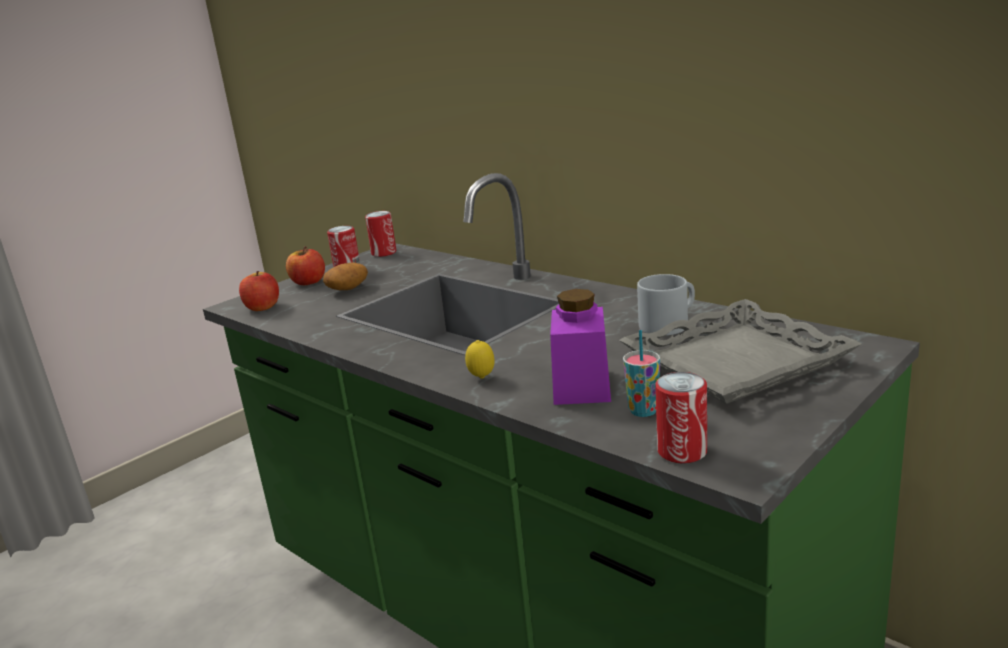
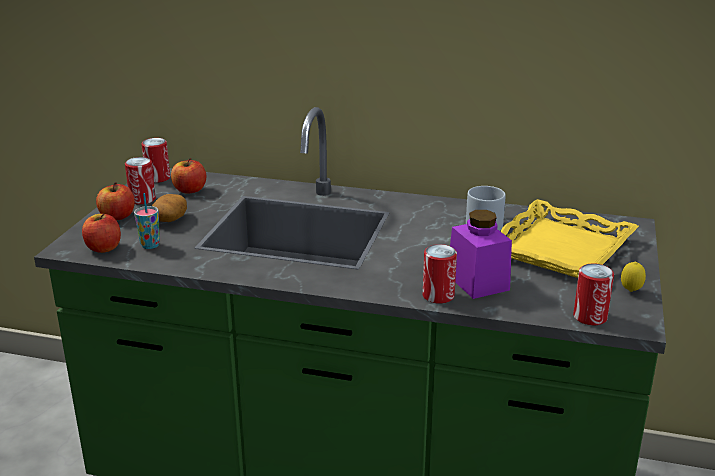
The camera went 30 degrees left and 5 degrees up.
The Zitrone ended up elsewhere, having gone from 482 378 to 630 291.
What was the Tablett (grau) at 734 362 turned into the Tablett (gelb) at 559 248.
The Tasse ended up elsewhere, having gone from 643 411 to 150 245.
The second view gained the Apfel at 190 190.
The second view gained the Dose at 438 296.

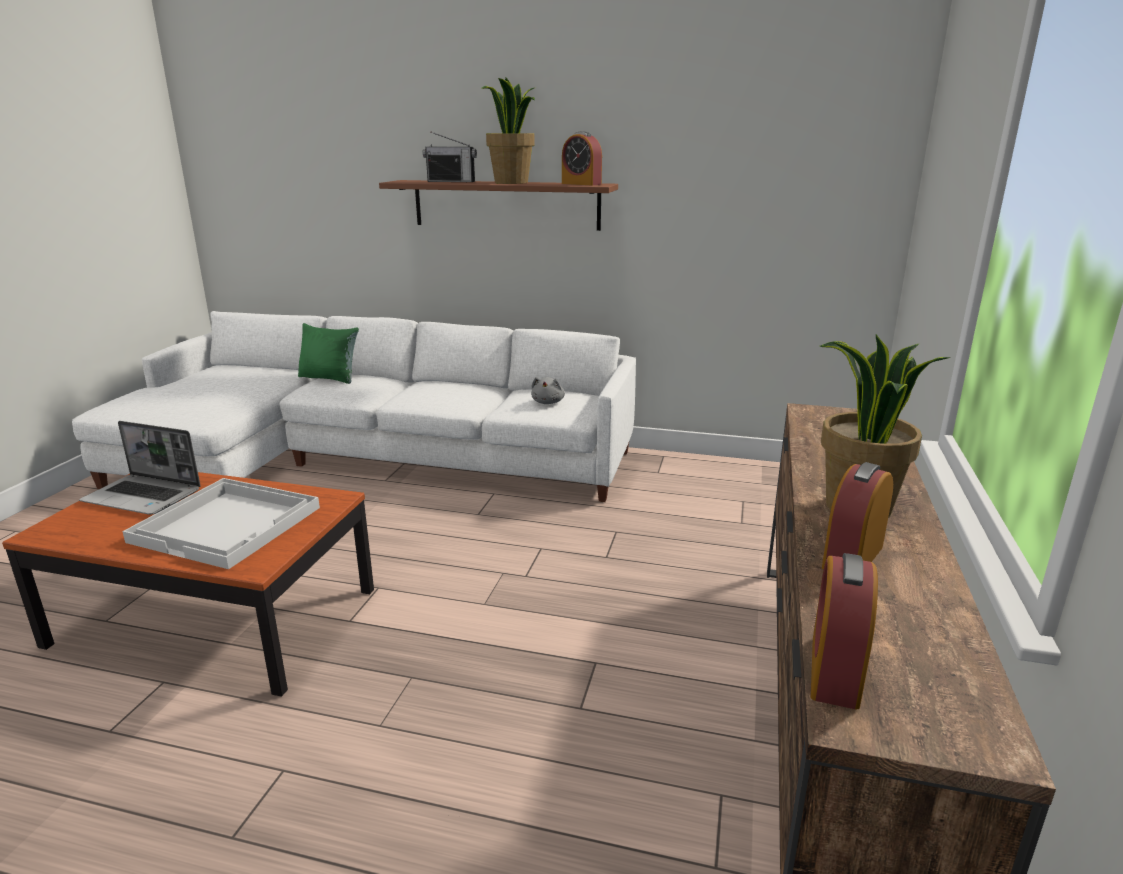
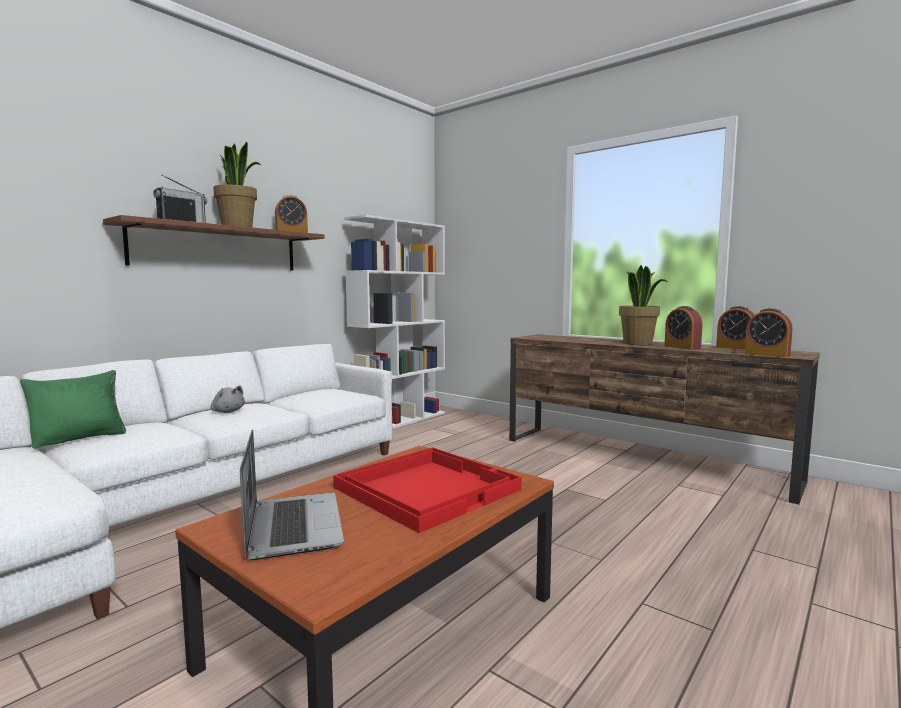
The camera went 65 degrees left and 15 degrees down.
The Laptop at 144 496 ended up facing another way, 60 degrees counterclockwise from before.
What was the Tablett (weiß) at 229 524 turned into the Tablett (rot) at 427 488.
The Plüschtier (grau) ended up elsewhere, having gone from 548 402 to 227 412.
The second view gained the Bücherregal (weiß) at 400 420.
The second view gained the Wecker at 736 348.

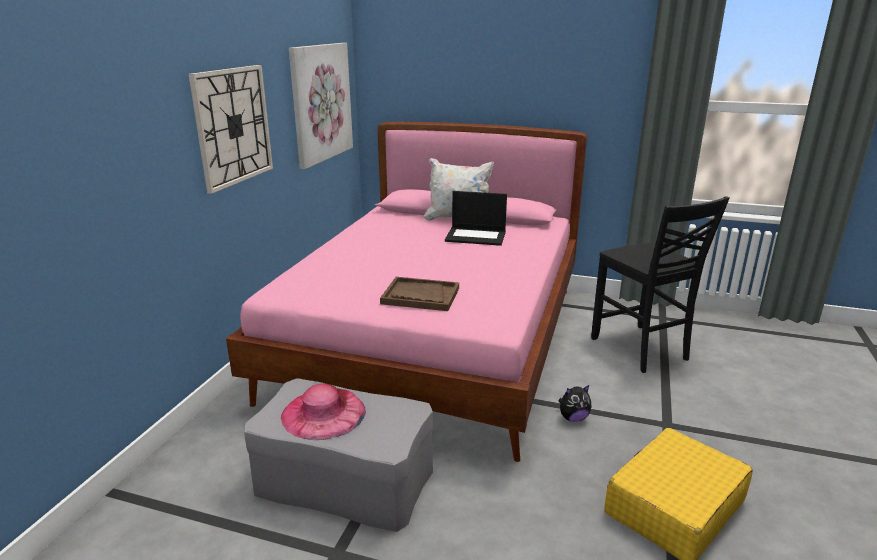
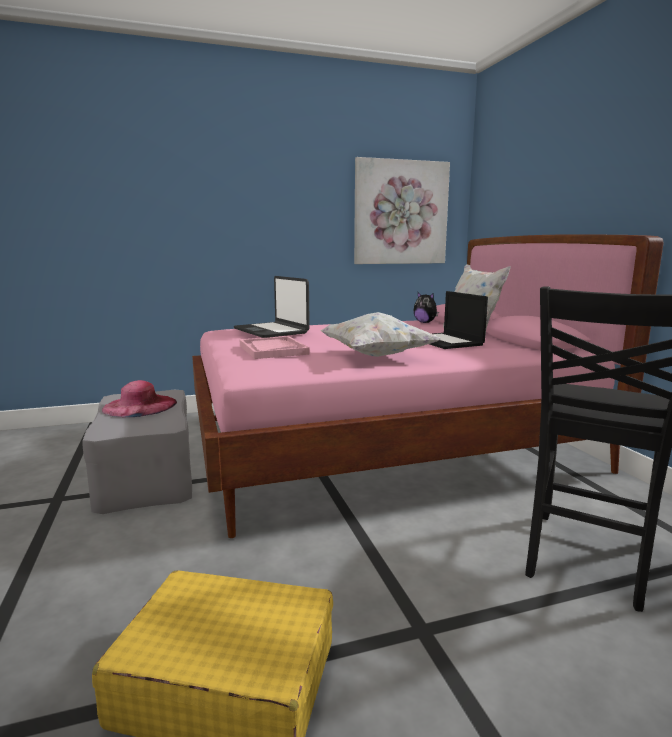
The camera went 55 degrees right and 10 degrees down.
The second view lost the Wanduhr at 233 126.
What was the Tablett (braun) at 420 296 turned into the Tablett (rosa) at 272 350.
The Plüschtier ended up elsewhere, having gone from 573 418 to 425 322.
The second view gained the Laptop at 271 331.
The second view gained the Kissen (weiß) at 375 356.

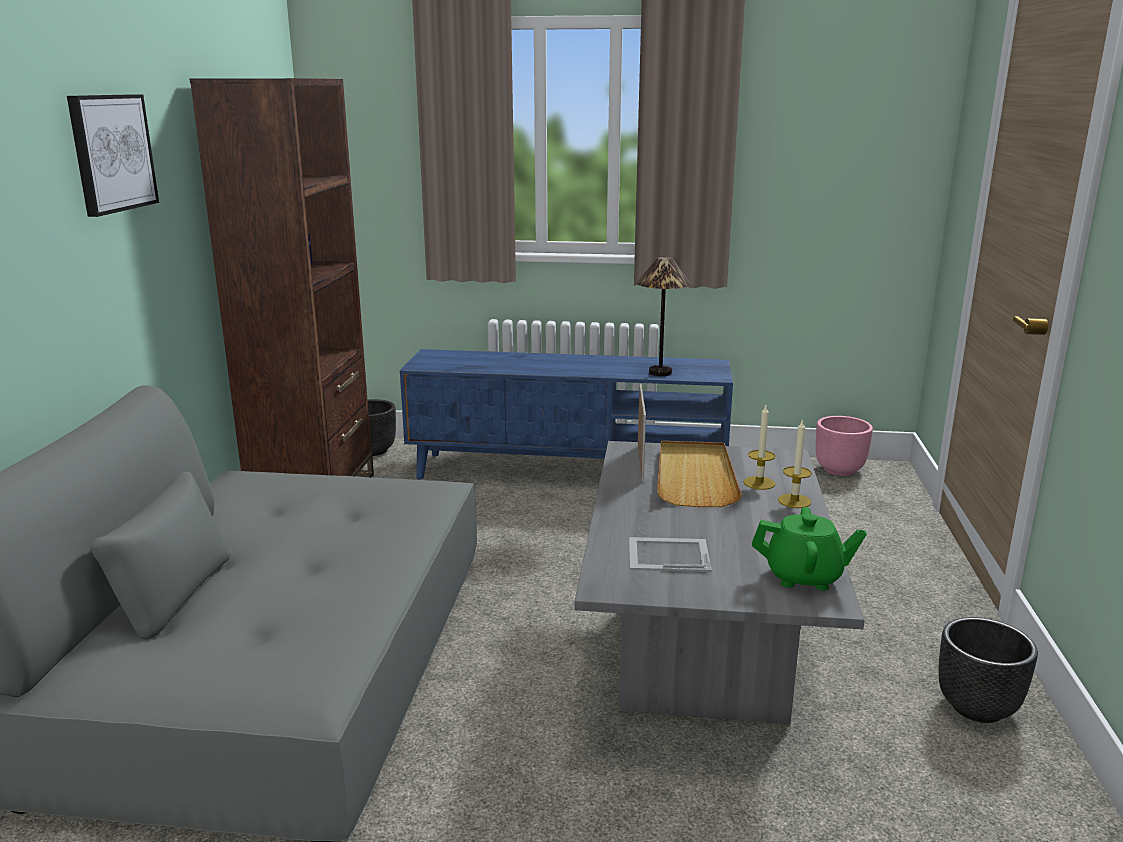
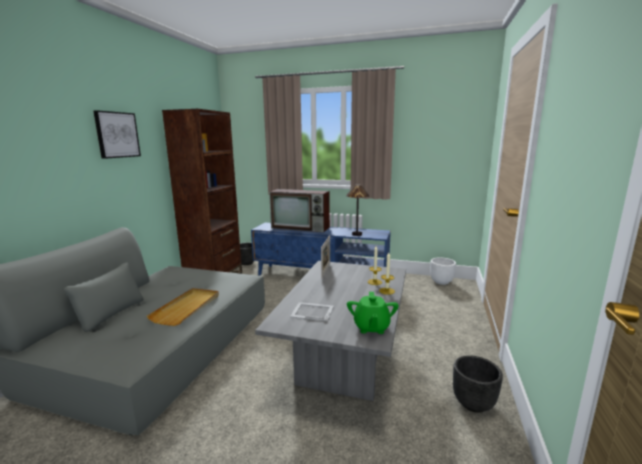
The camera went 10 degrees right and 5 degrees down.
The Tablett (beige) ended up elsewhere, having gone from 695 477 to 187 308.
The Teekanne (grün) at 804 577 ended up facing another way, 75 degrees clockwise from before.
What was the Pflanzkübel (rosa) at 840 470 turned into the Pflanzkübel (weiß) at 441 282.
The second view gained the Fernseher at 301 227.

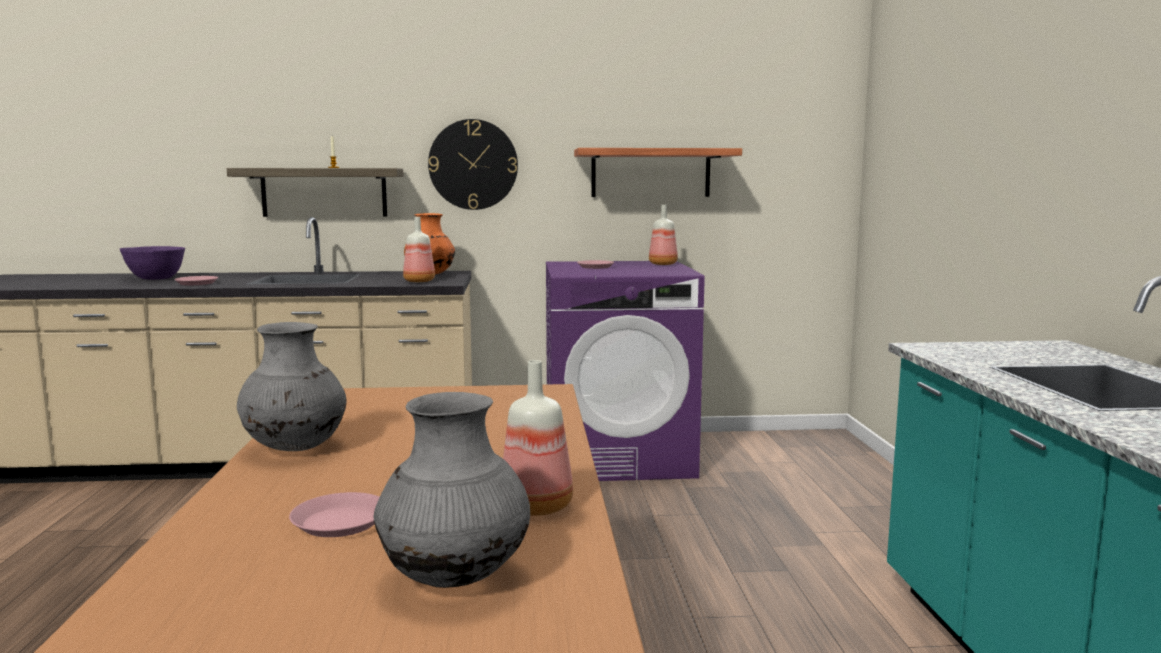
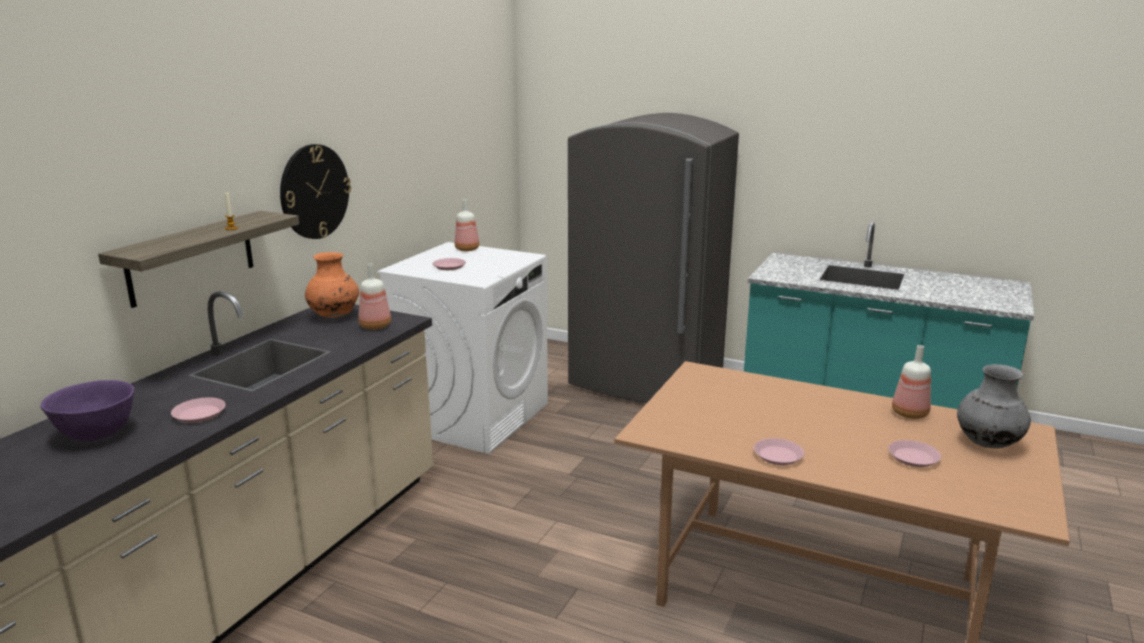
The camera went 60 degrees left and 10 degrees up.
Where the Vase (grau) stood at 295 448, the Teller (rosa) came to stand at 778 455.
What was the Waschmaschine (lila) at 618 457 turned into the Waschmaschine (weiß) at 473 416.
The second view lost the Wandregal at 650 173.
The second view gained the Kühlschrank (grau) at 646 380.

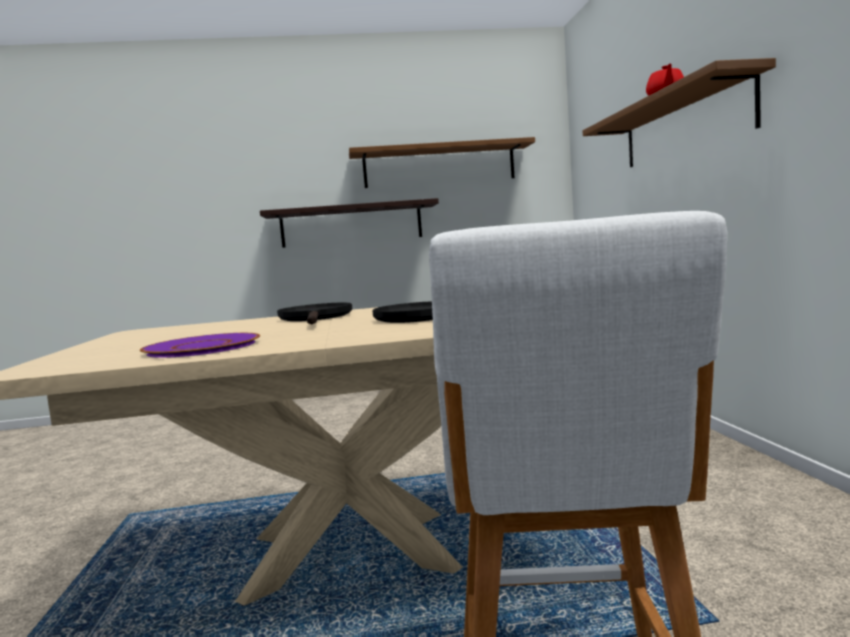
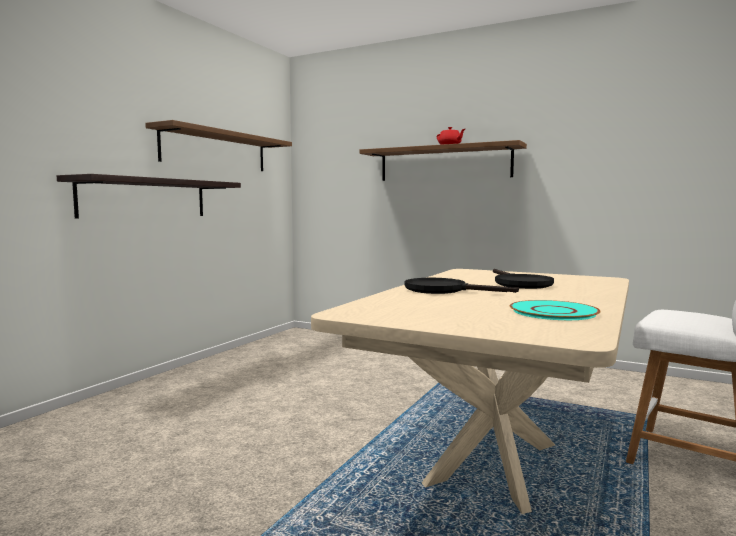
The camera went 55 degrees left and 0 degrees up.
What was the Teller (lila) at 201 347 turned into the Teller (türkis) at 553 312.

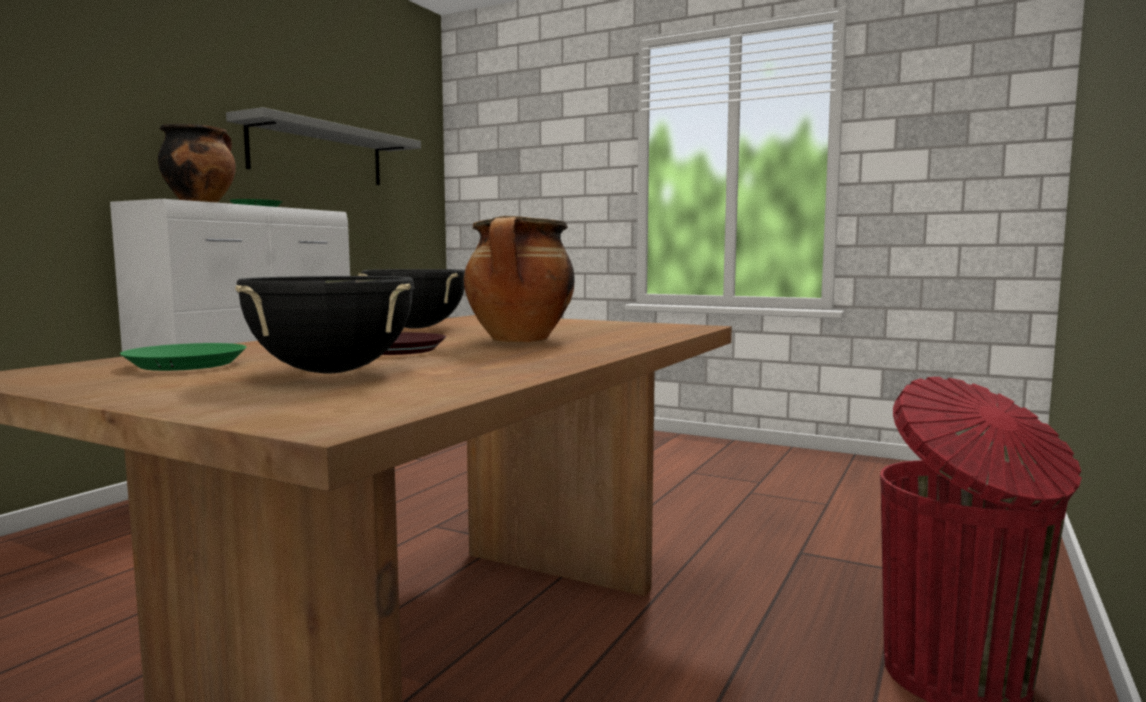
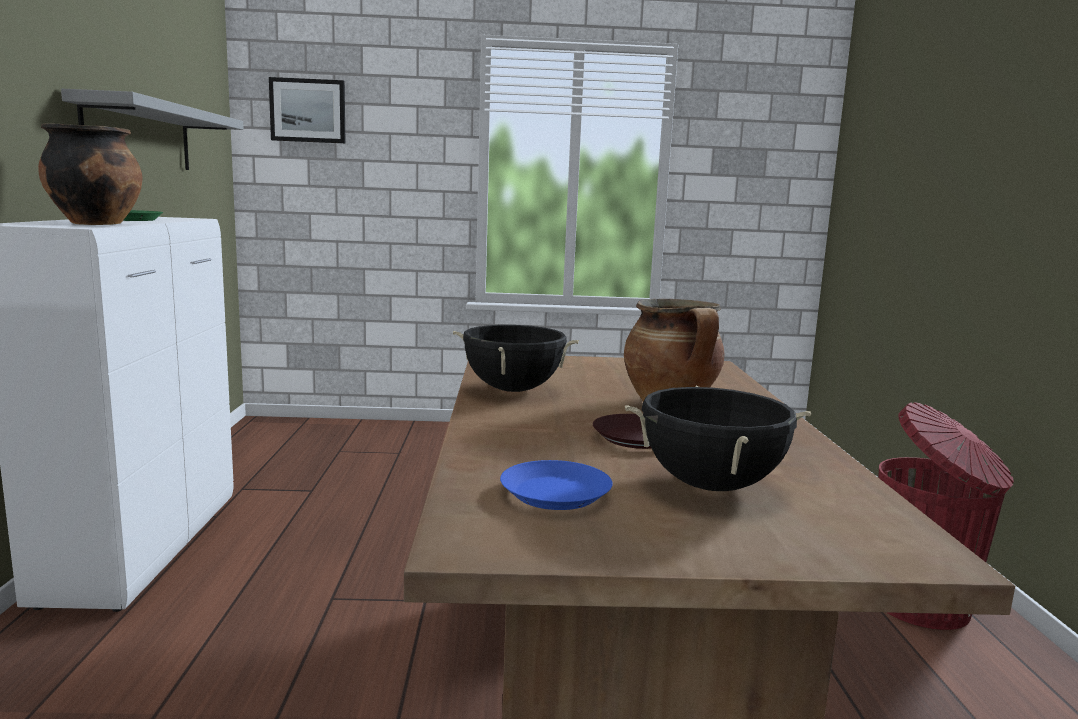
The camera went 30 degrees left and 5 degrees up.
What was the Teller (grün) at 187 365 turned into the Teller (blau) at 556 494.
The second view gained the Bild at 308 110.

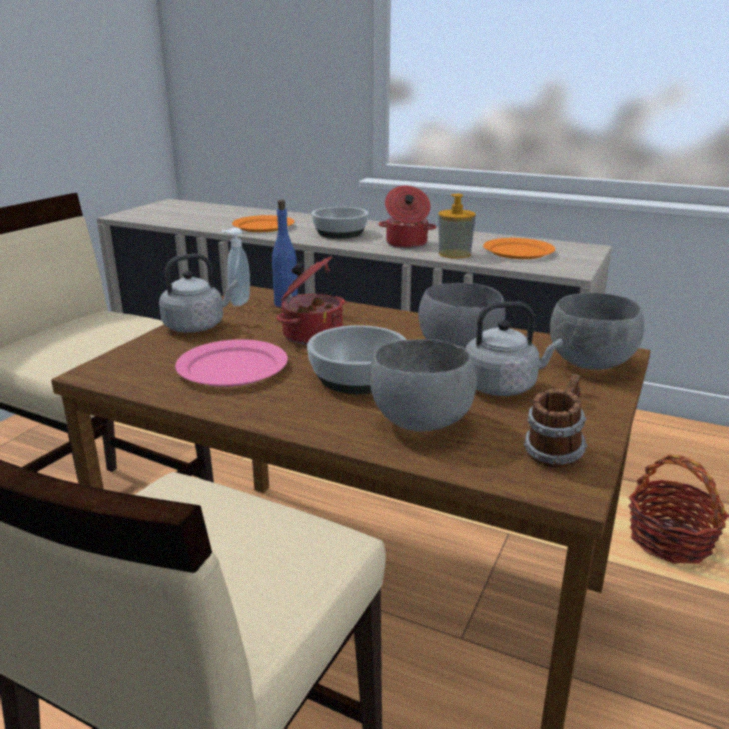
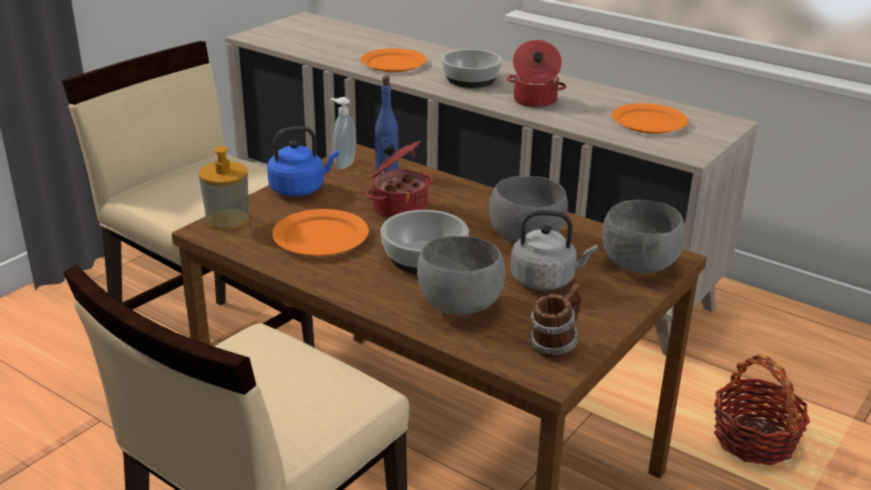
The camera went 10 degrees right and 5 degrees up.
What was the Wasserkessel (grau) at 197 326 turned into the Wasserkessel (blau) at 300 189.
What was the Teller (rosa) at 231 368 turned into the Teller (orange) at 320 237.
The Seifenspender ended up elsewhere, having gone from 454 254 to 228 219.

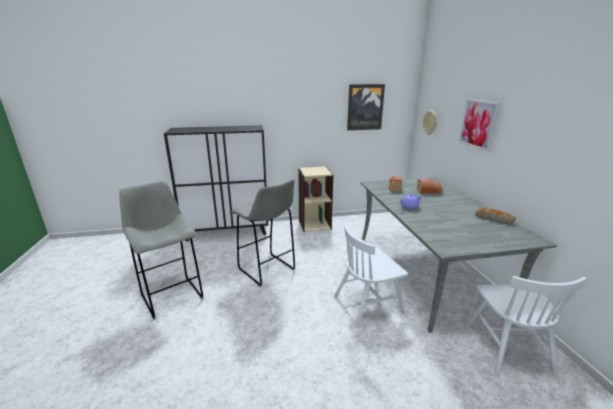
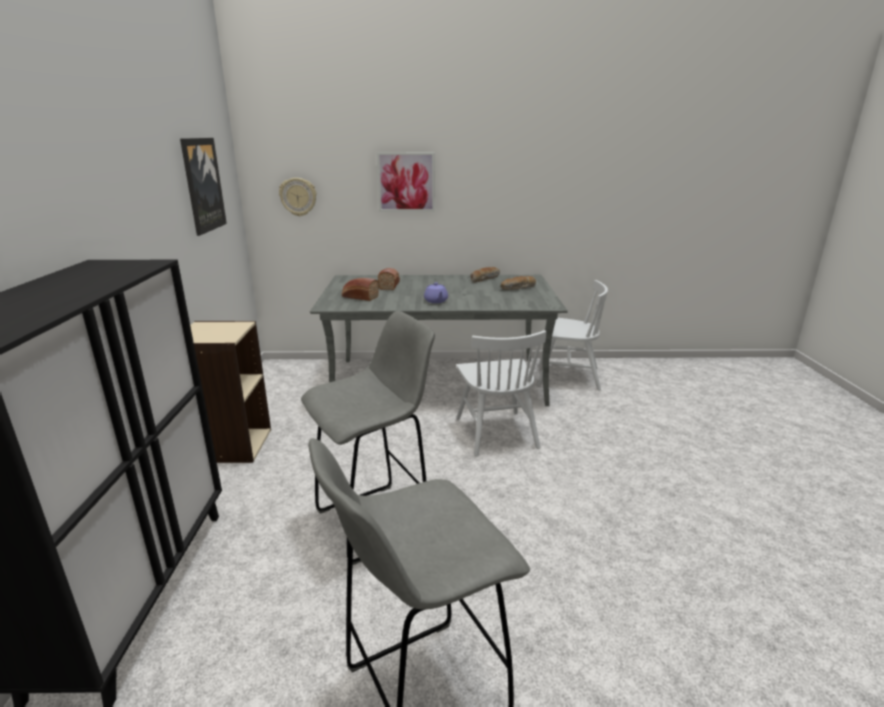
The camera went 80 degrees left and 0 degrees up.
The second view gained the Brot at 518 288.

